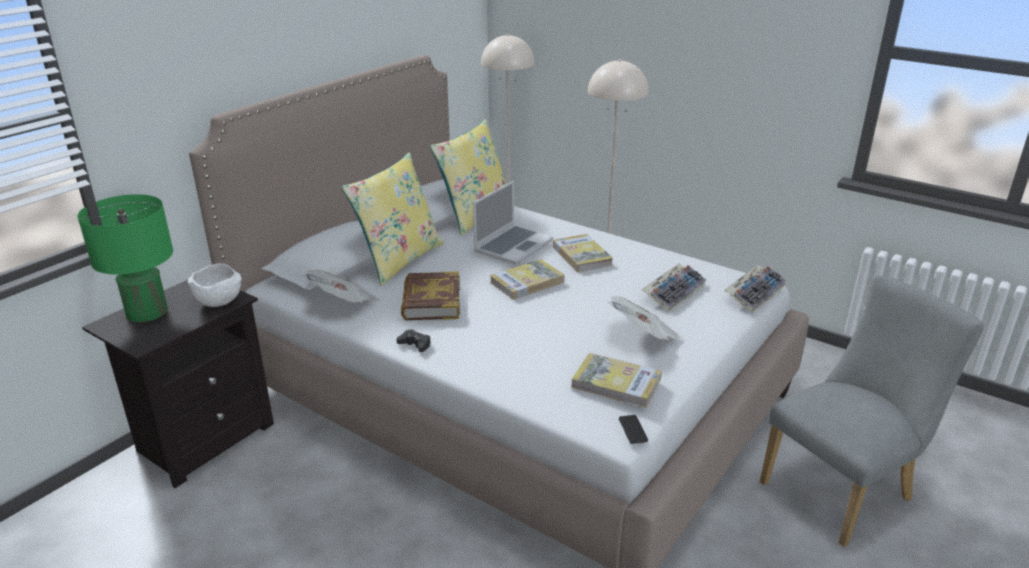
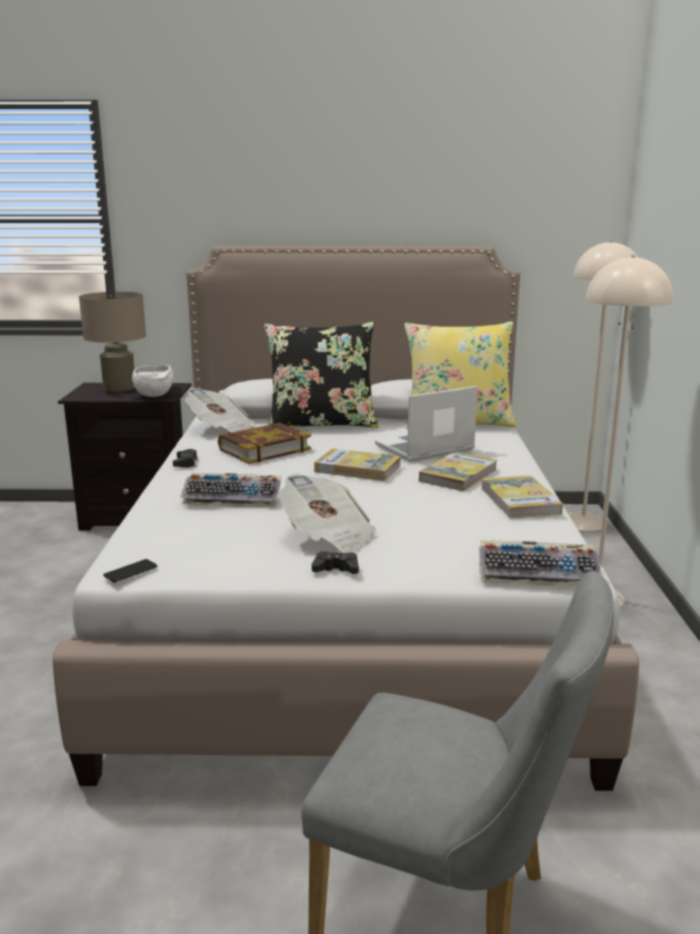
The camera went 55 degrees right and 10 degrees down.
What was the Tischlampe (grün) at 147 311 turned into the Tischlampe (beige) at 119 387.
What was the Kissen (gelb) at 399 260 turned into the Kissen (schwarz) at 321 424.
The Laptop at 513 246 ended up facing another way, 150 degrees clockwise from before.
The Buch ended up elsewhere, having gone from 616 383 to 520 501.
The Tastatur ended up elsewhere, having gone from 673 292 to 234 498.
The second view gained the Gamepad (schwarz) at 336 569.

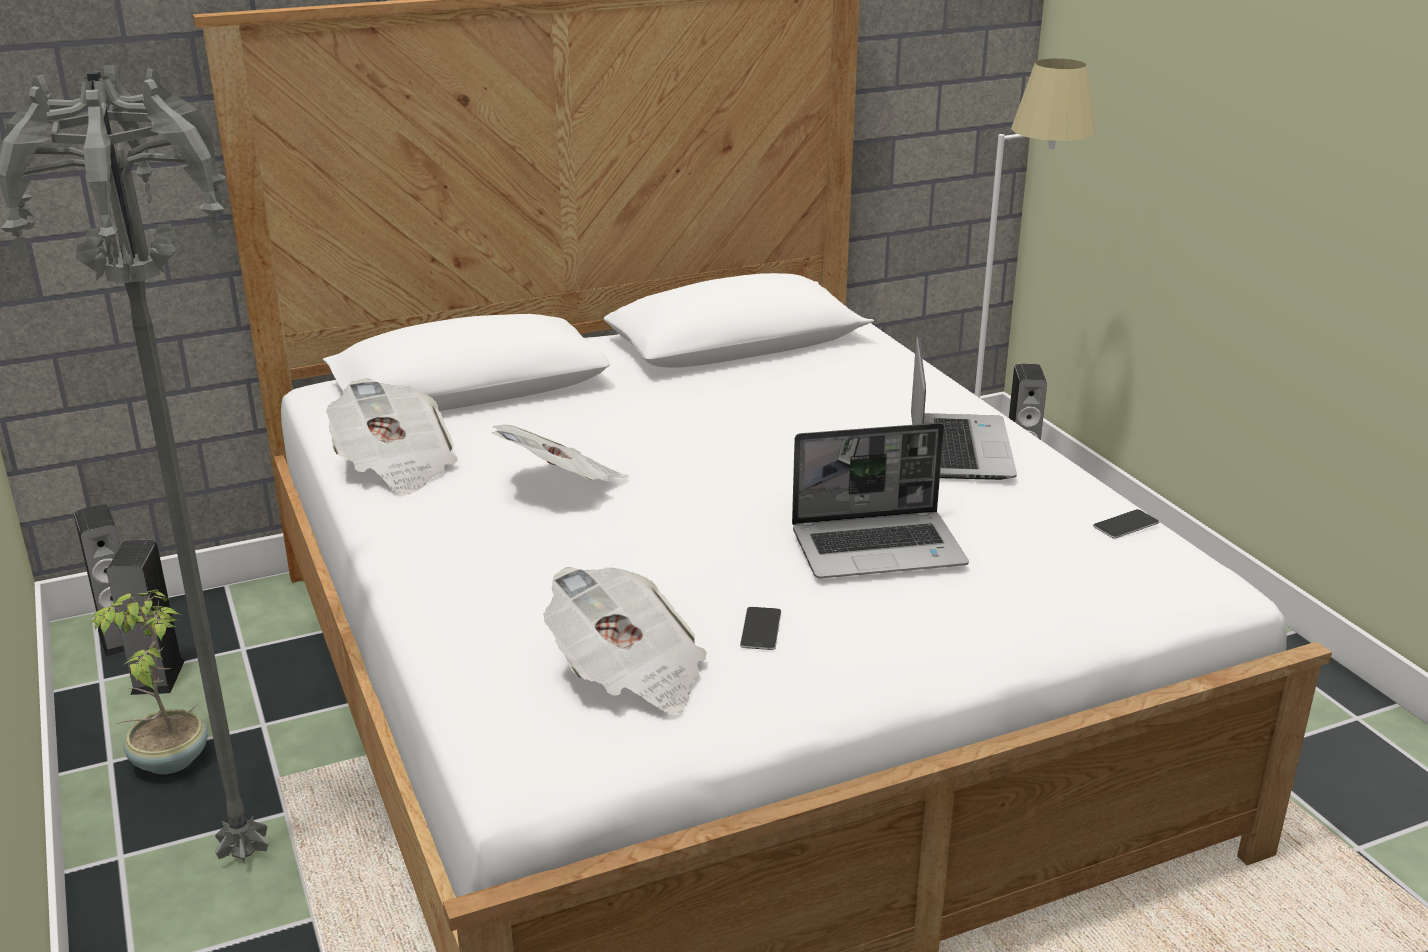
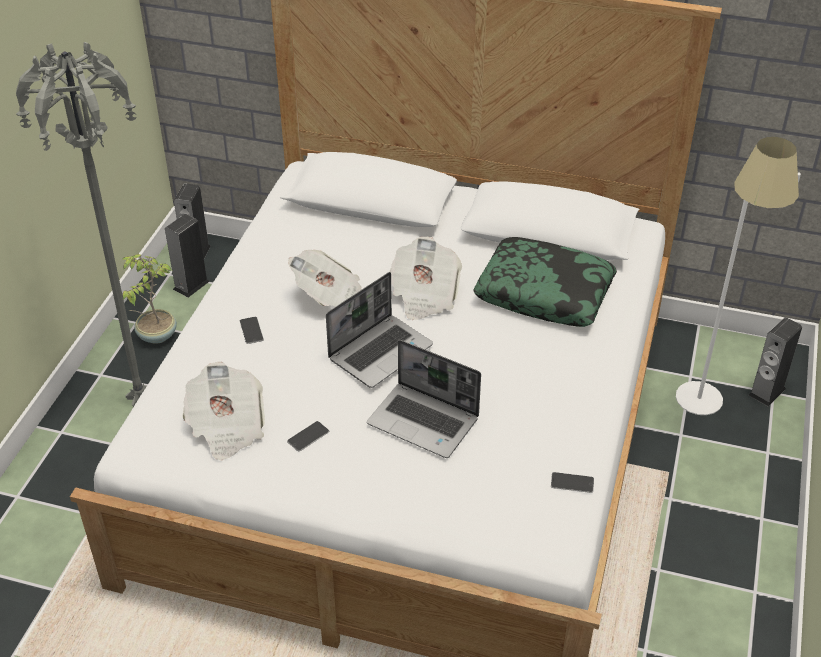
The camera went 40 degrees right and 15 degrees up.
The Zeitung ended up elsewhere, having gone from 395 466 to 424 295.
The Laptop ended up elsewhere, having gone from 957 449 to 381 351.
The second view gained the Handy at 251 330.
The second view gained the Kissen at 544 292.

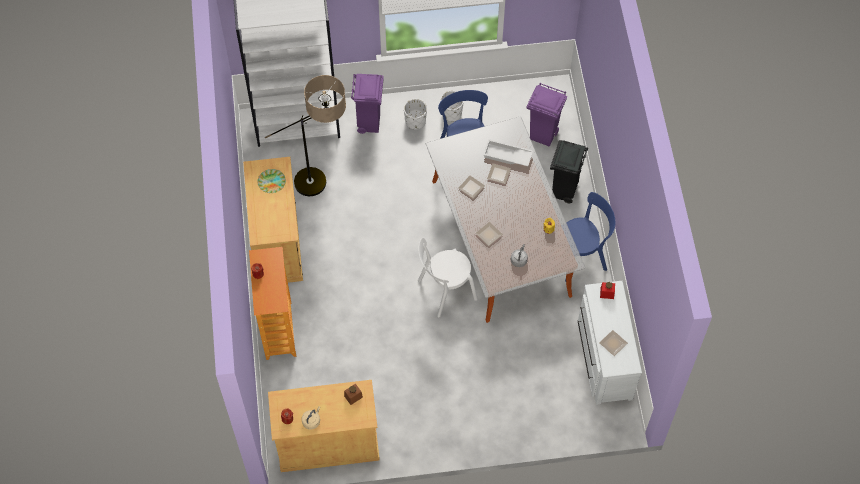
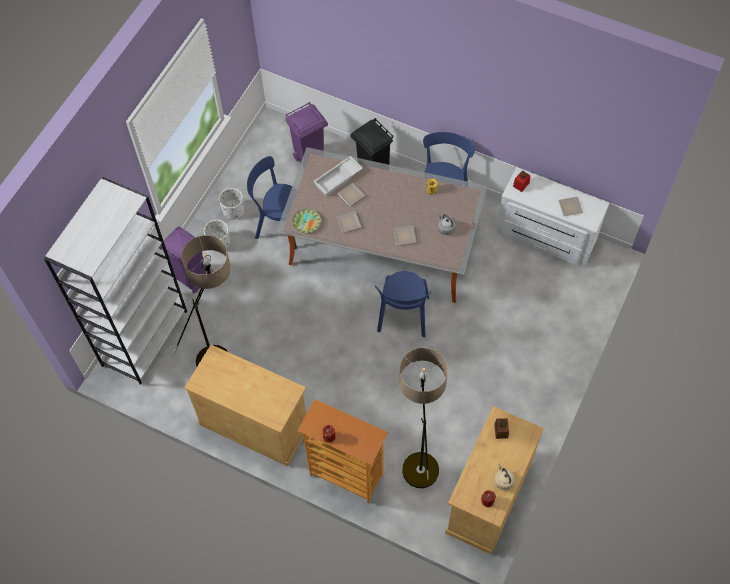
The camera went 55 degrees left and 0 degrees up.
The Teller ended up elsewhere, having gone from 271 182 to 306 222.
What was the Stuhl (weiß) at 444 291 turned into the Stuhl (blau) at 403 317.
The second view gained the Stehlampe at 419 456.

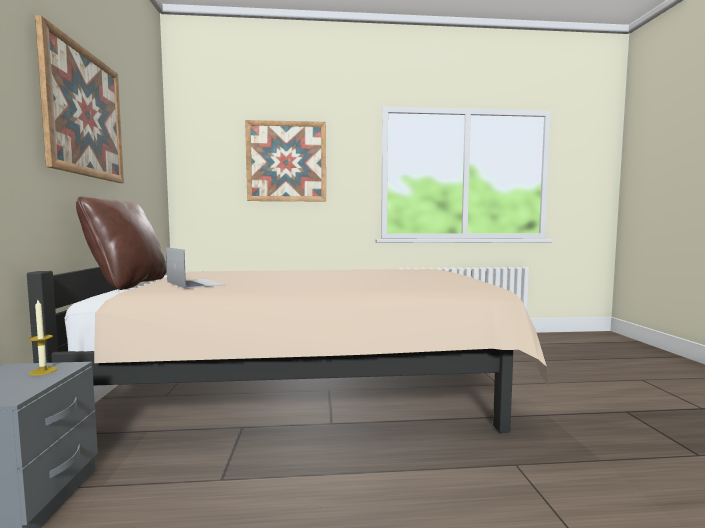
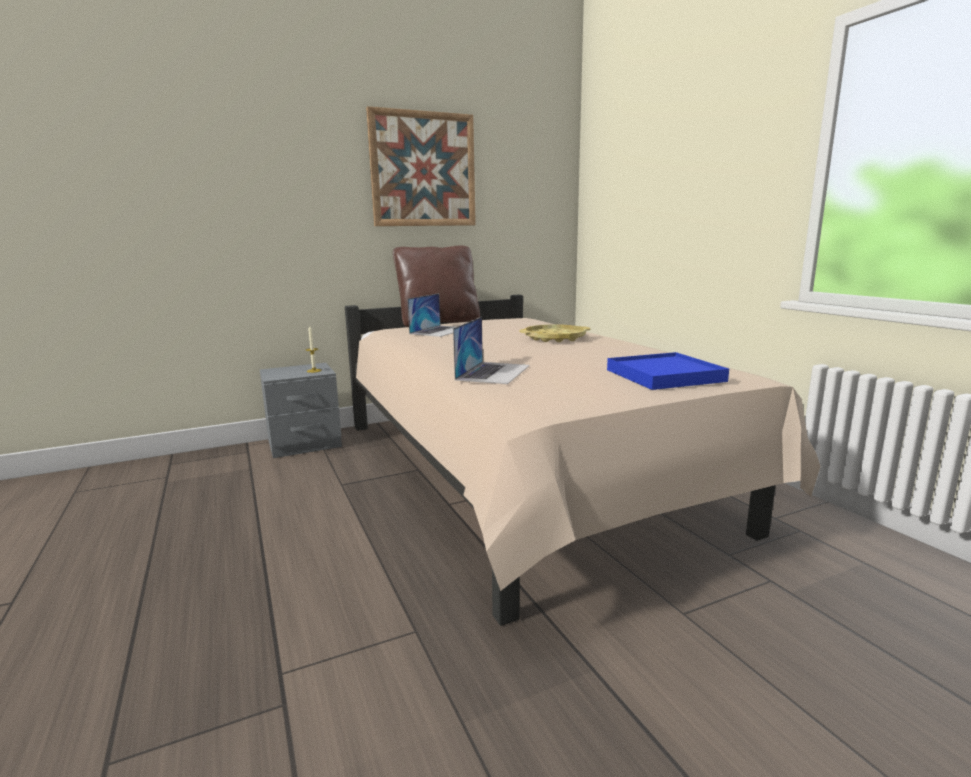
The camera went 70 degrees right and 10 degrees up.
The second view lost the Bild at 286 161.
The second view gained the Laptop at 493 372.
The second view gained the Tablett (gelb) at 555 338.
The second view gained the Tablett (blau) at 664 376.

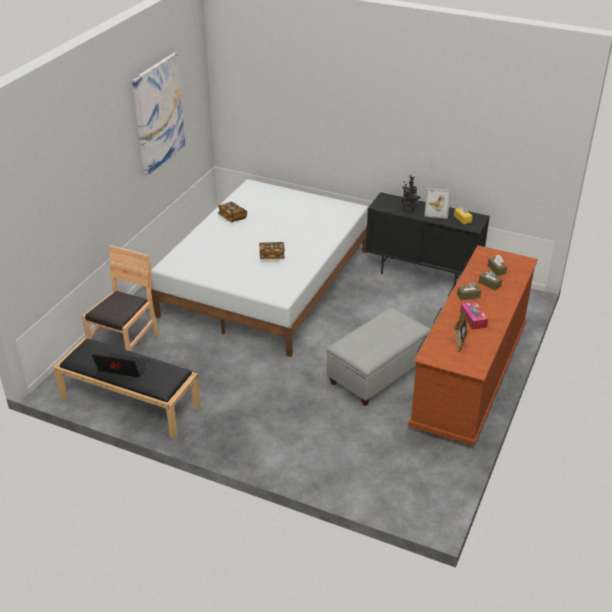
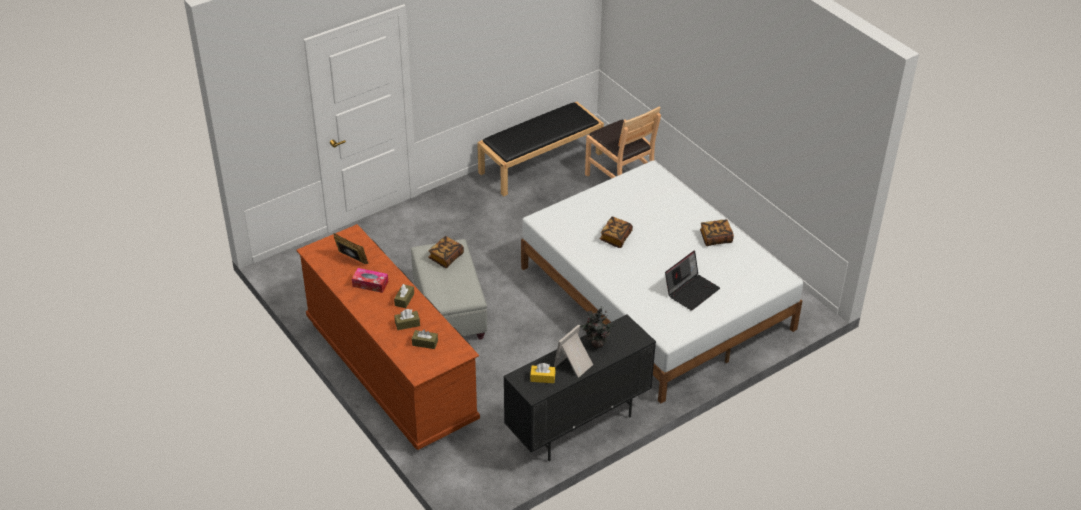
The camera went 120 degrees right and 5 degrees up.
The Laptop ended up elsewhere, having gone from 122 368 to 691 290.
The second view lost the Bild at 158 114.
The second view gained the Buch at 446 257.

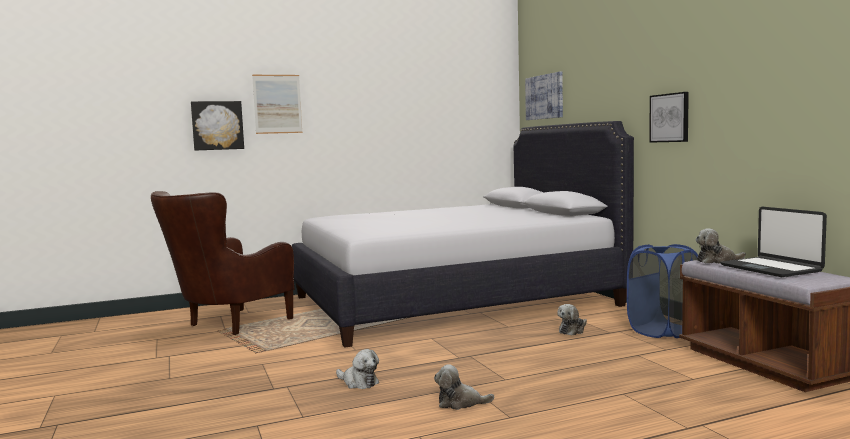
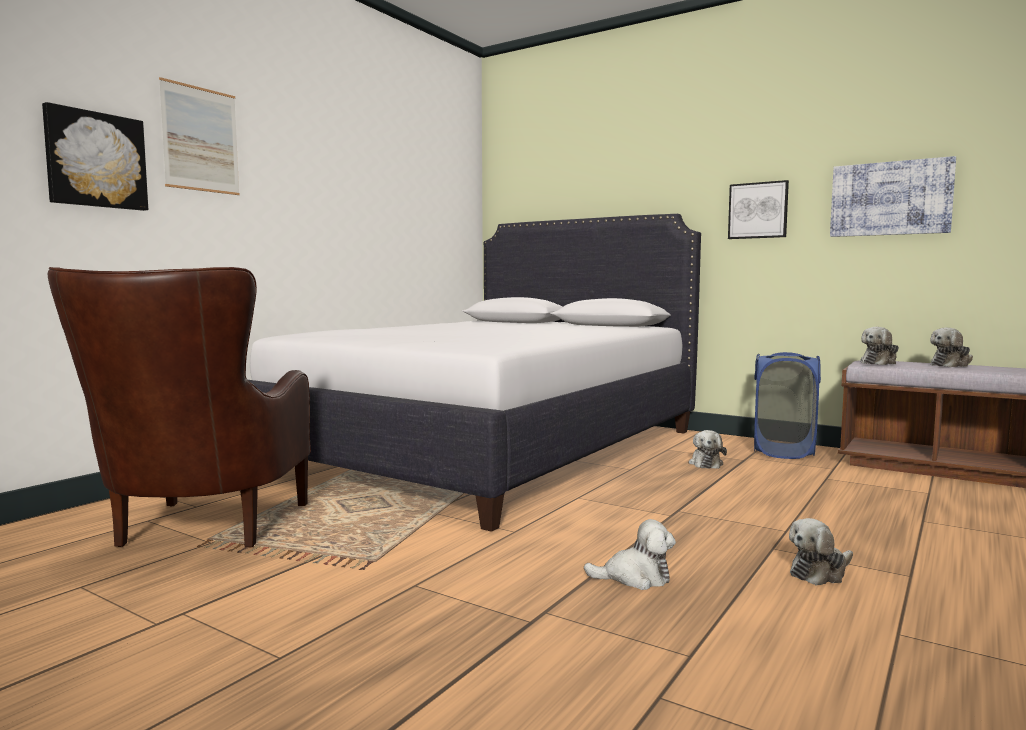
The camera went 35 degrees left and 0 degrees up.
The Bild ended up elsewhere, having gone from 544 97 to 890 198.
Where the Laptop stood at 771 268, the Plüschtier came to stand at 951 365.

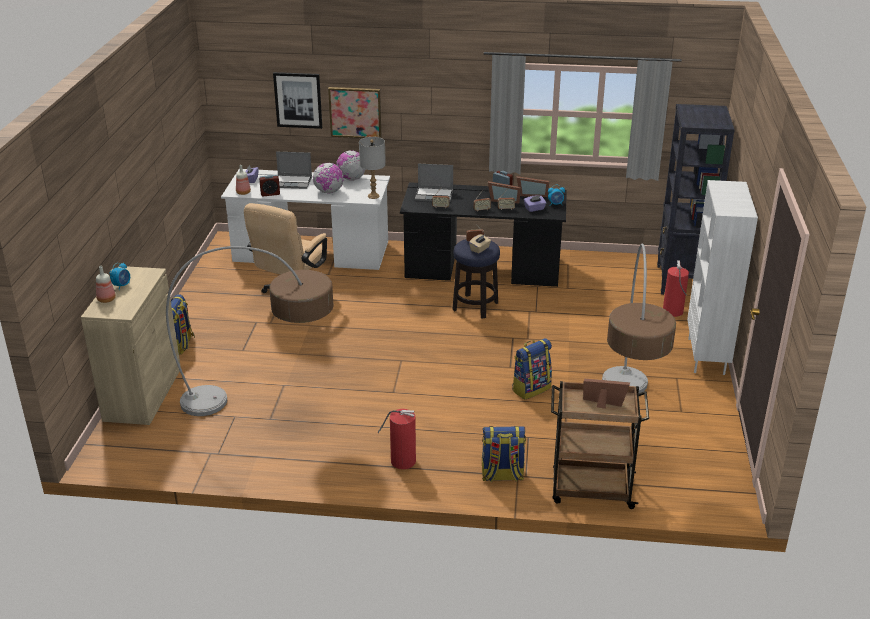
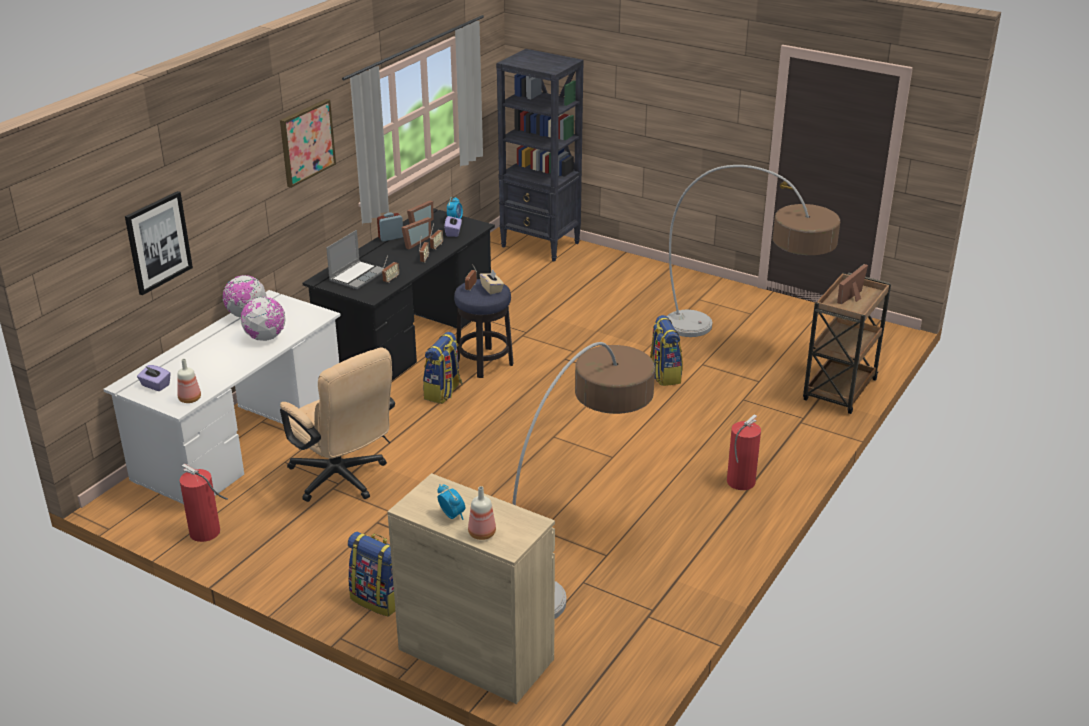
The camera went 65 degrees left and 0 degrees up.
The second view lost the Wecker at 270 194.
The second view lost the Laptop at 293 182.
The Bild ended up elsewhere, having gone from 355 112 to 306 142.
The second view lost the Tischlampe (grau) at 373 196.
The Rucksack ended up elsewhere, having gone from 502 475 to 443 392.
The Feuerlöscher ended up elsewhere, having gone from 672 311 to 206 532.
The second view lost the Bücherregal (weiß) at 707 356.

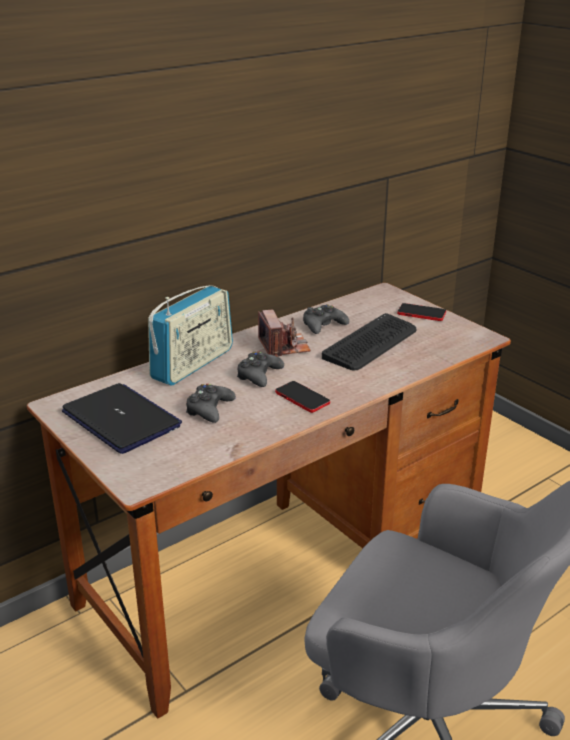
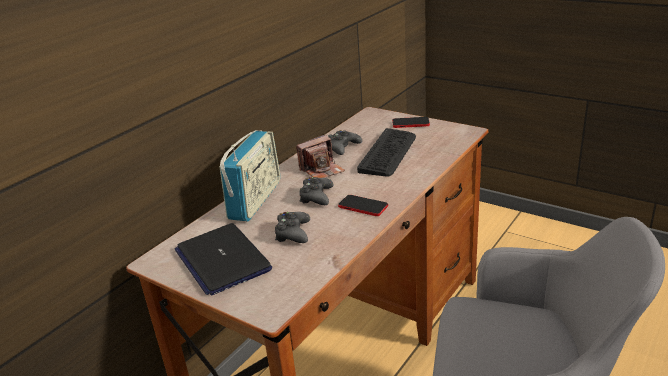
The camera went 15 degrees left and 0 degrees up.
The Laptop at 122 420 ended up facing another way, 150 degrees counterclockwise from before.
The Kamera at 284 346 ended up facing another way, 90 degrees clockwise from before.

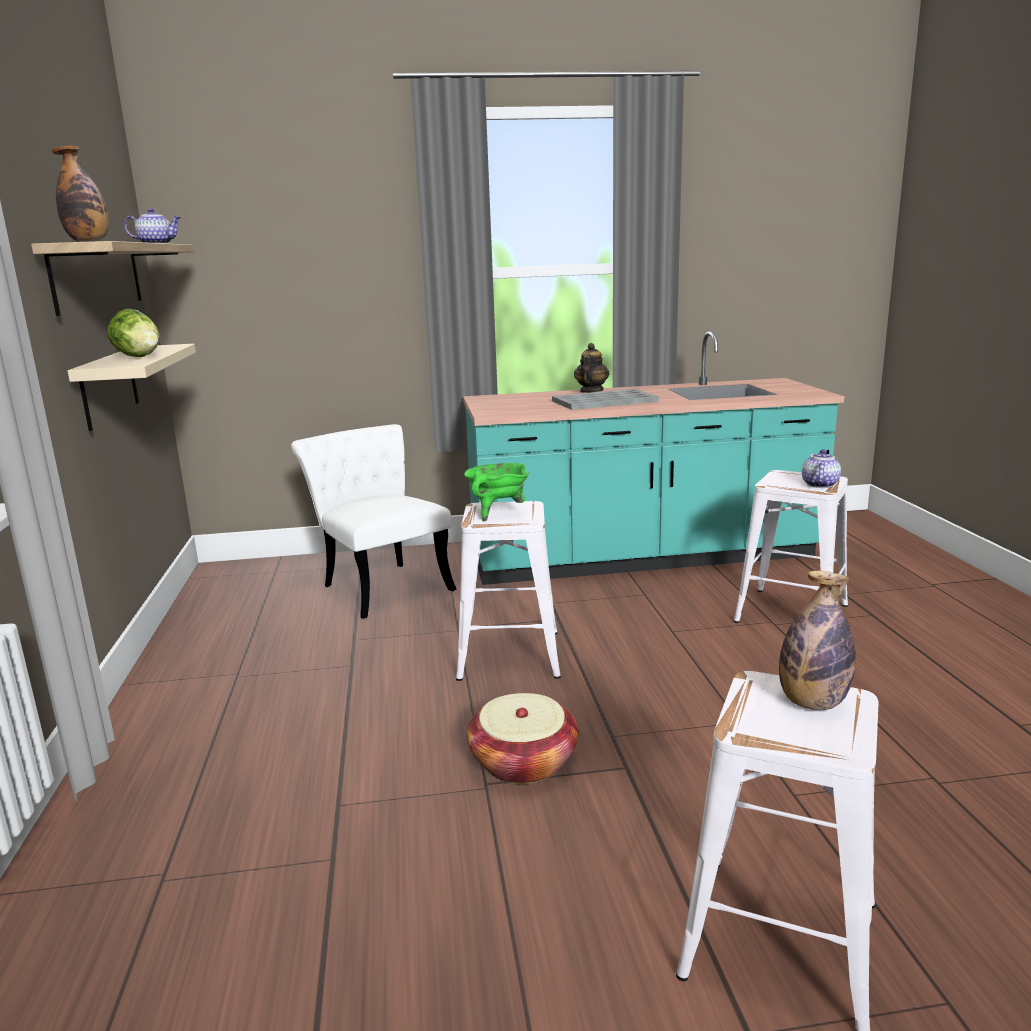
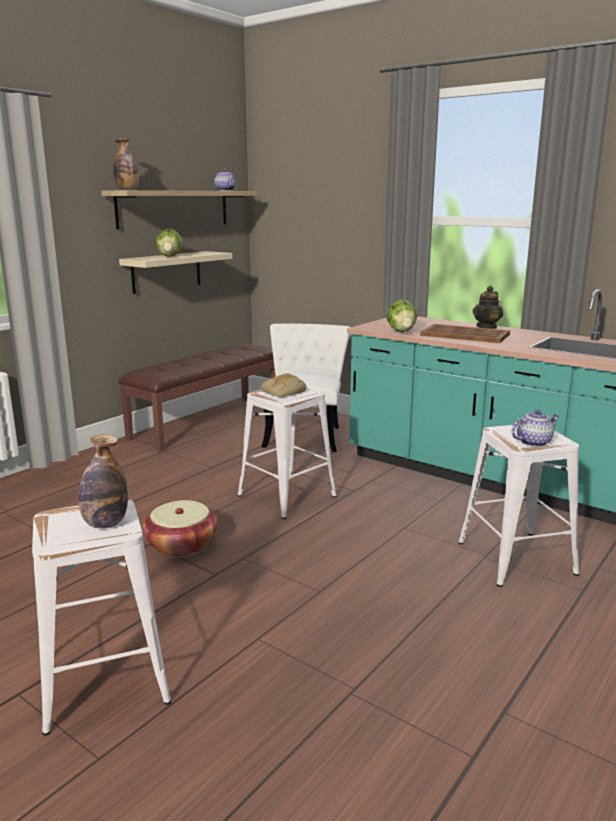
The camera went 45 degrees right and 0 degrees up.
Where the Kochtopf (grün) stood at 498 513, the Brot came to stand at 283 392.
What was the Tablett (grau) at 603 401 turned into the Tablett (braun) at 464 335.
The Teekanne at 591 391 ended up facing another way, 150 degrees clockwise from before.
The second view gained the Bank (braun) at 207 422.
The second view gained the Salatkopf at 401 332.

